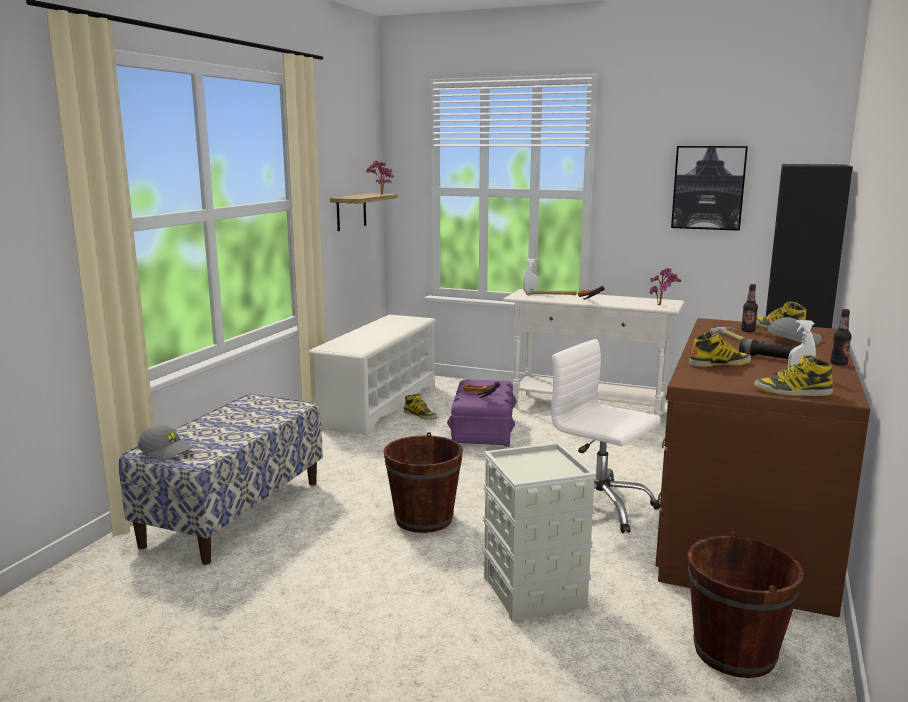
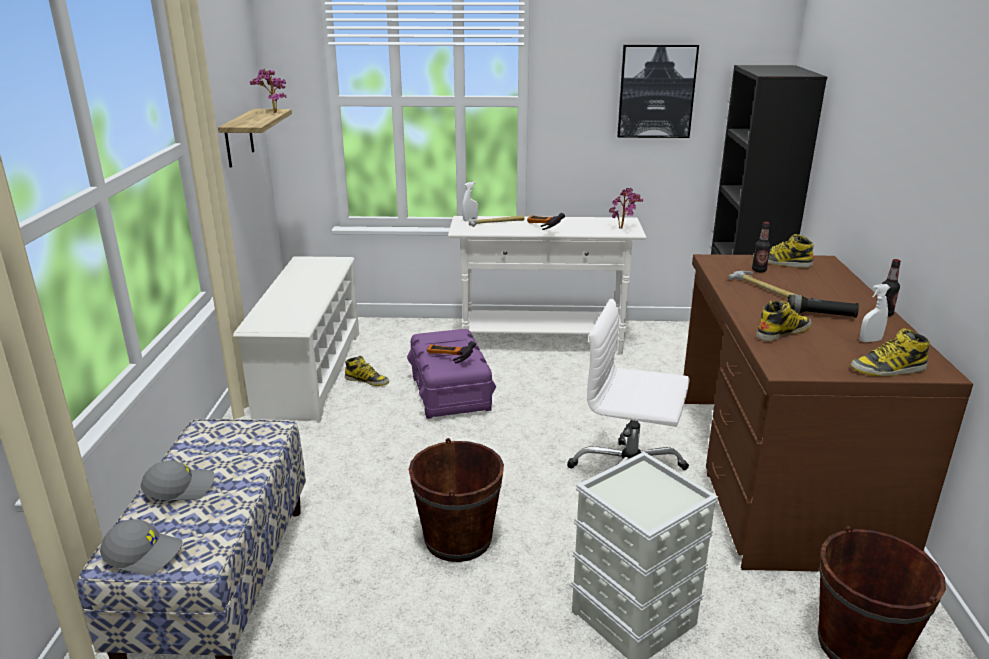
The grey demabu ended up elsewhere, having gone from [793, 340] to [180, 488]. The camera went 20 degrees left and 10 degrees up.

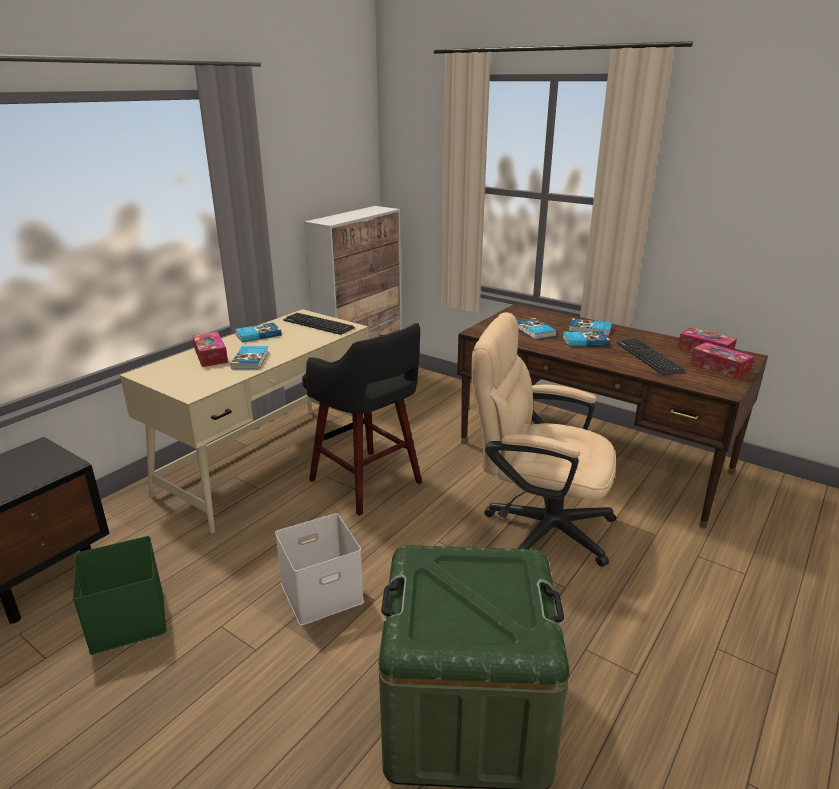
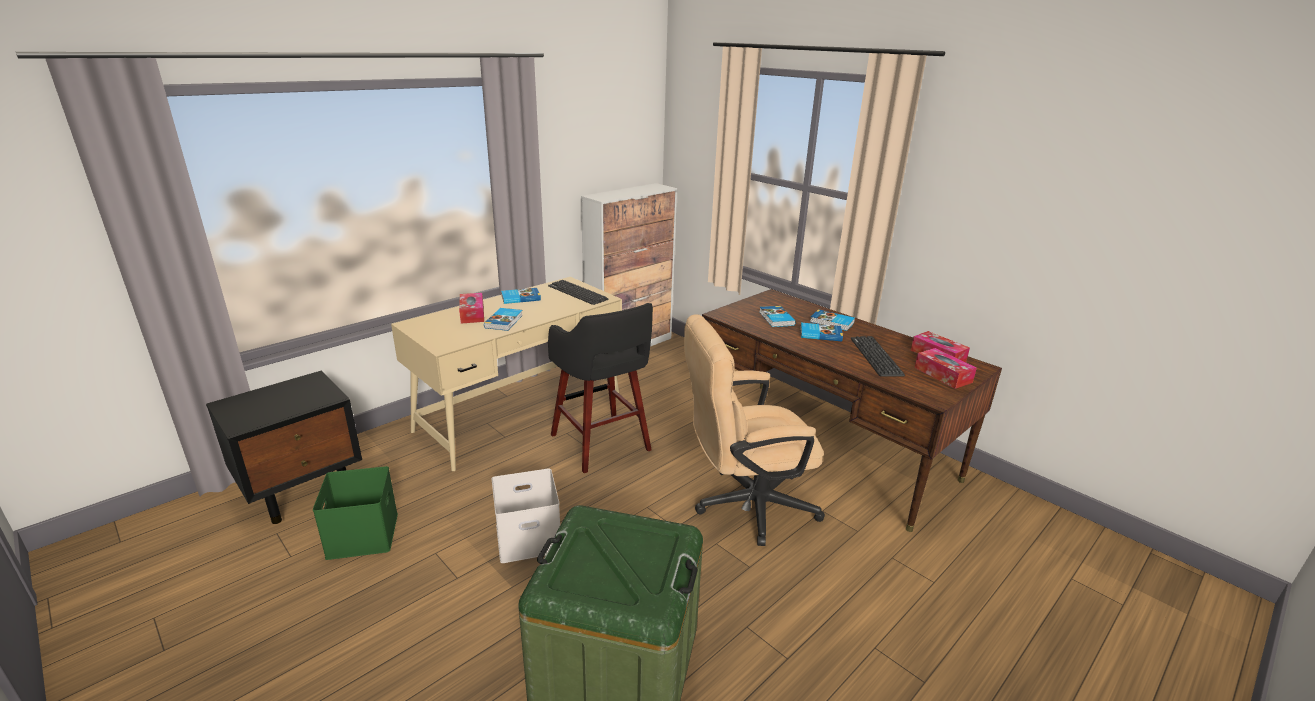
The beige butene at [537, 525] ended up facing another way, 45 degrees counterclockwise from before. The camera went 10 degrees right and 0 degrees up.

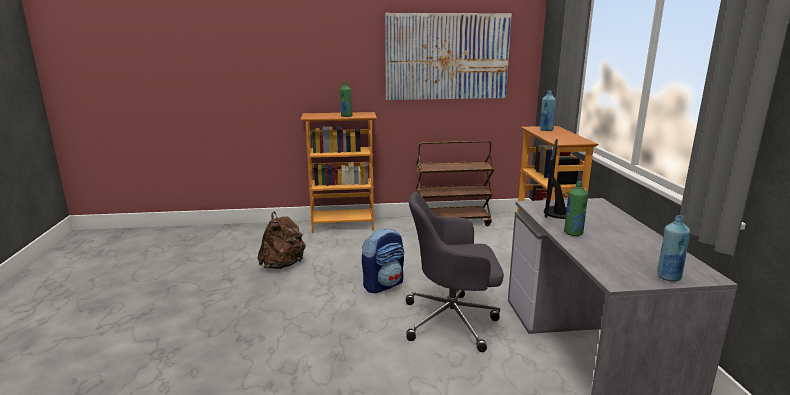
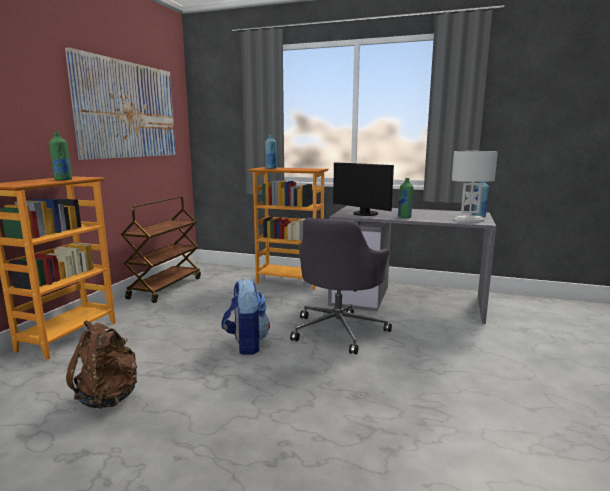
The second view gained the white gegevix at [469, 221]. The camera went 65 degrees left and 5 degrees down.

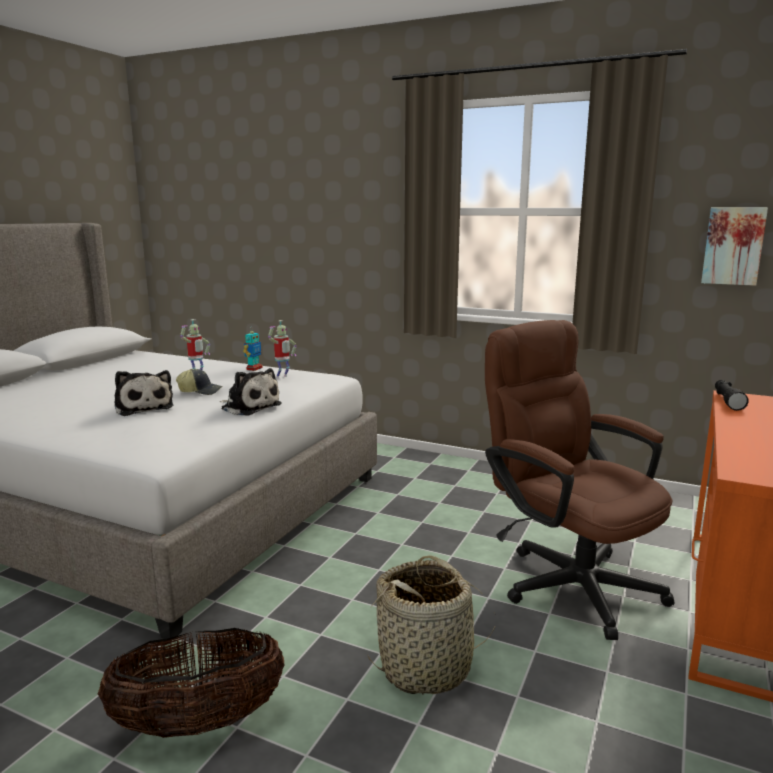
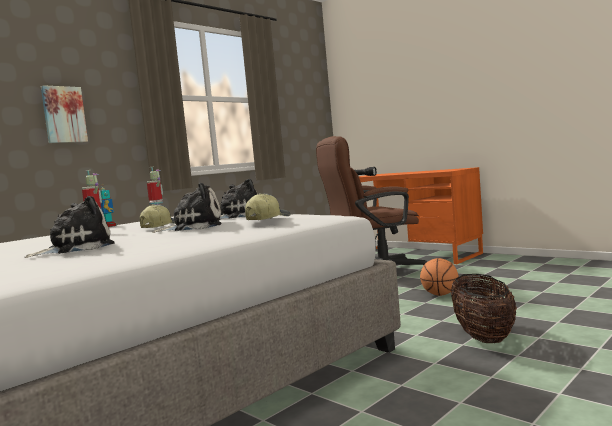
Where the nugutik stood at [426, 667], the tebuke came to stand at [440, 295]. The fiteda ended up elsewhere, having gone from [733, 246] to [64, 115]. The second view gained the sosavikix at [76, 248]. The second view gained the demabu at [267, 219]. The camera went 70 degrees left and 10 degrees down.

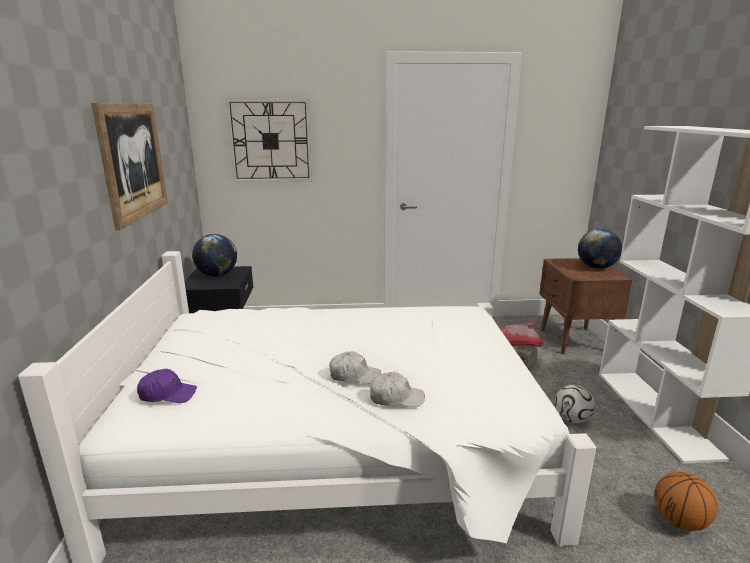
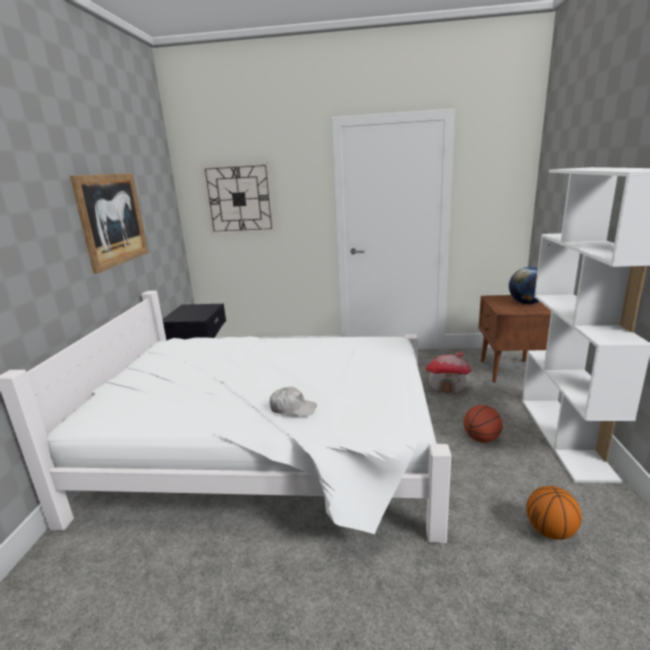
The second view lost the purple demabu at [167, 394]. The second view lost the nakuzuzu at [217, 275]. The second view lost the white demabu at [354, 375]. Where the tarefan stood at [572, 419], the tebuke came to stand at [481, 439]. The camera went 10 degrees right and 0 degrees up.

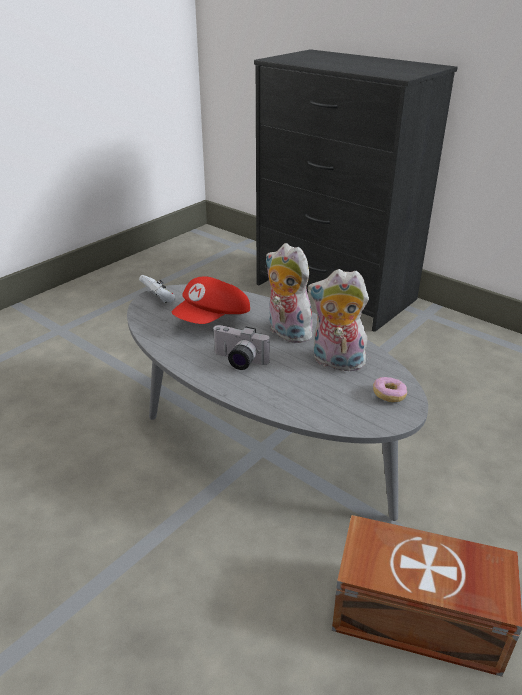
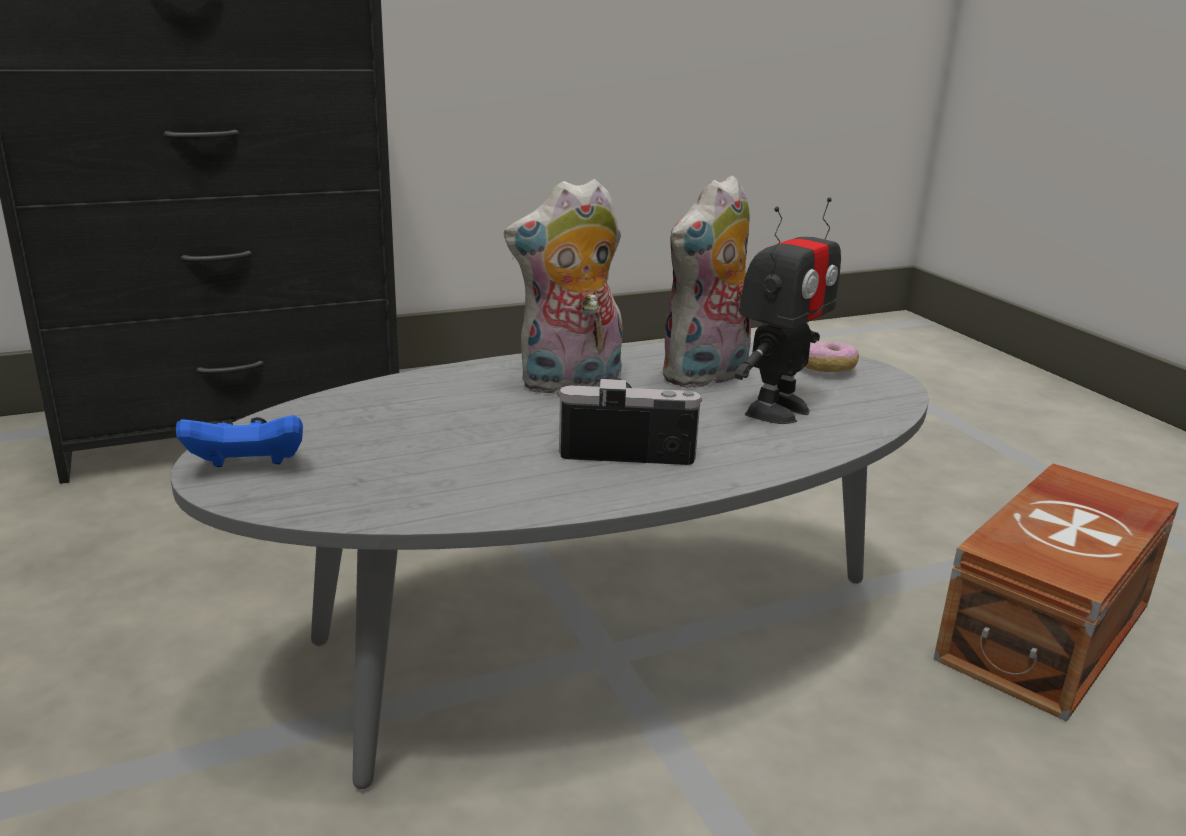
What was the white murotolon at [159, 299] turned into the blue murotolon at [248, 467]. The second view lost the red demabu at [213, 319]. The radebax at [238, 361] ended up facing another way, 135 degrees counterclockwise from before. The second view gained the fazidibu at [776, 410]. The camera went 65 degrees left and 10 degrees down.

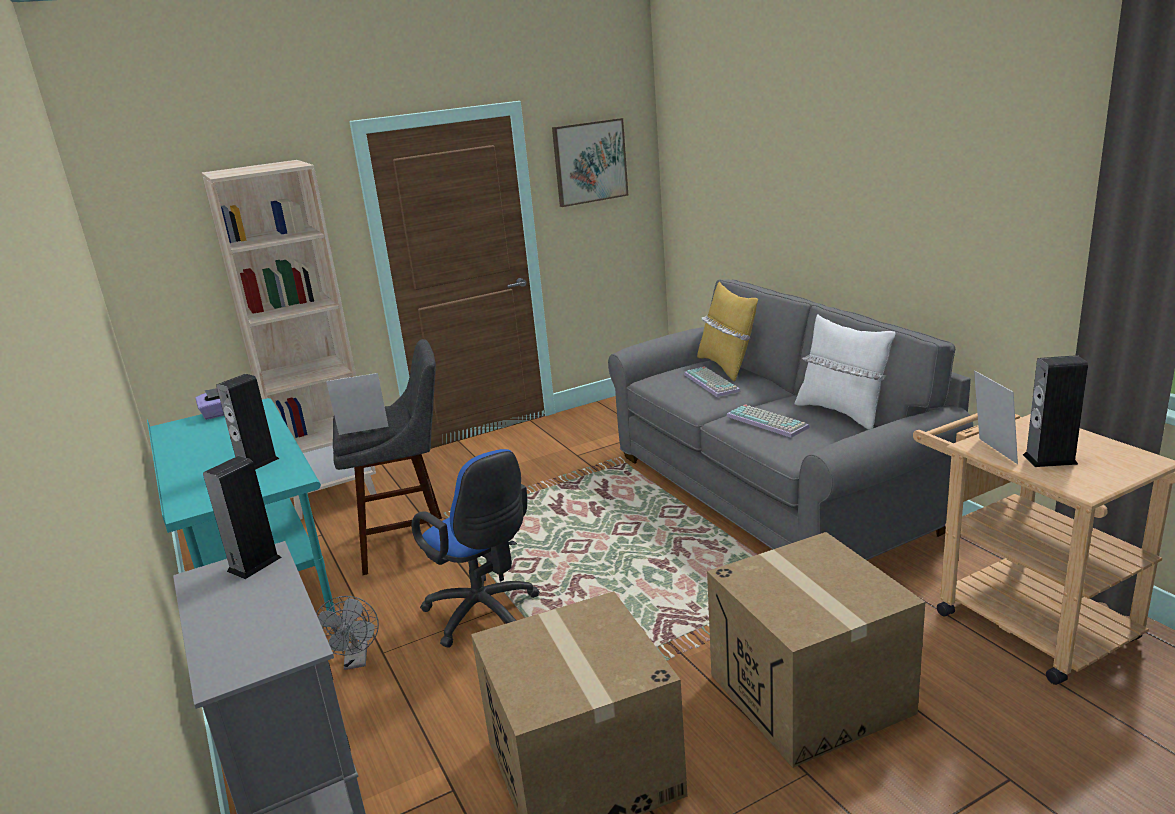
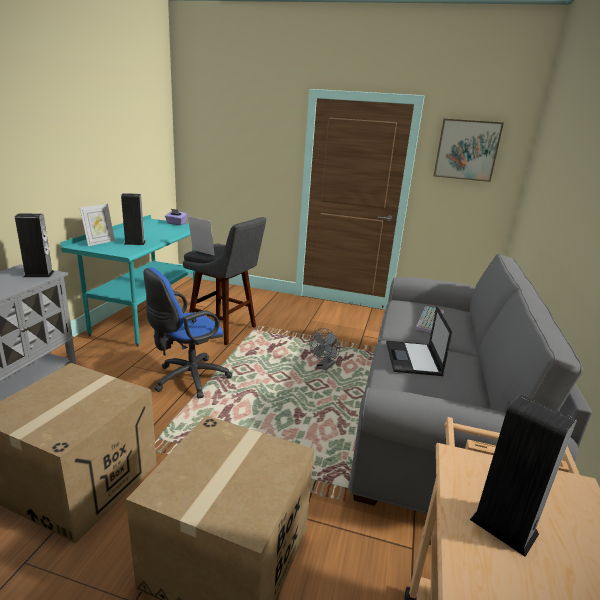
The second view lost the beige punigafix at [331, 494]. The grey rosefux ended up elsewhere, having gone from [356, 661] to [324, 367]. The blue butene at [485, 616] ended up facing another way, 45 degrees clockwise from before. The second view lost the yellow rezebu at [727, 366]. Where the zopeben stood at [768, 422], the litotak came to stand at [413, 359]. The second view lost the white rezebu at [841, 412]. The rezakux ended up elsewhere, having gone from [992, 452] to [99, 242]. The camera went 40 degrees right and 0 degrees up.

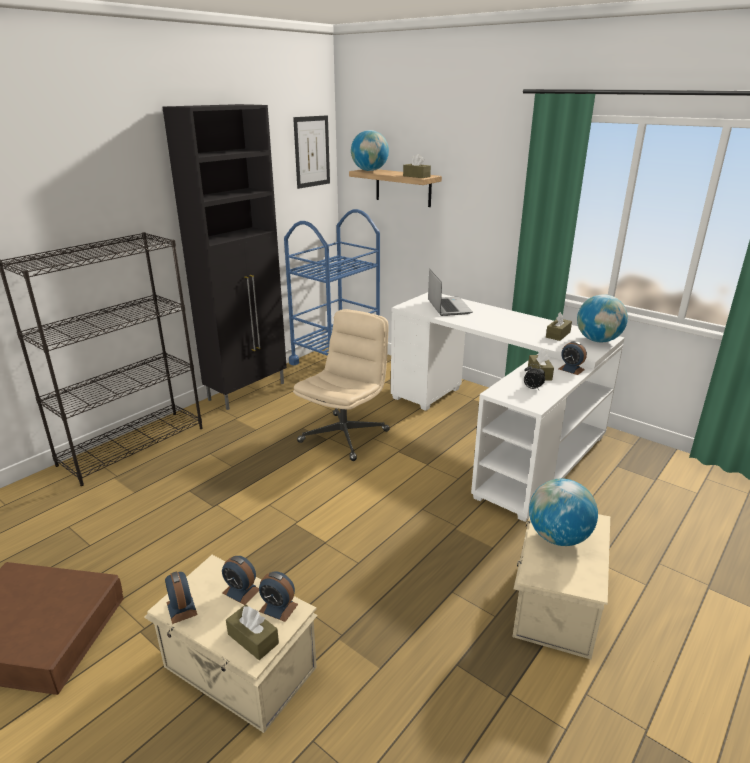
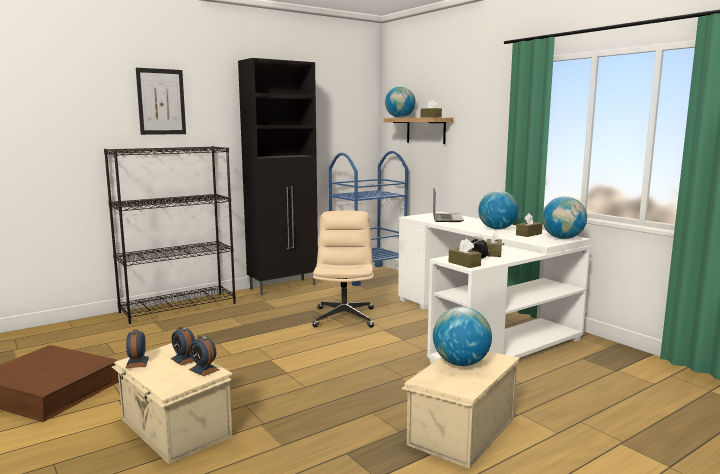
The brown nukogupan ended up elsewhere, having gone from [253, 639] to [464, 264]. The fiteda ended up elsewhere, having gone from [312, 151] to [161, 102]. The beige butene at [344, 436] ended up facing another way, 45 degrees counterclockwise from before. The second view lost the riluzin at [571, 369]. The second view gained the nakuzuzu at [497, 229]. The camera went 15 degrees right and 15 degrees down.

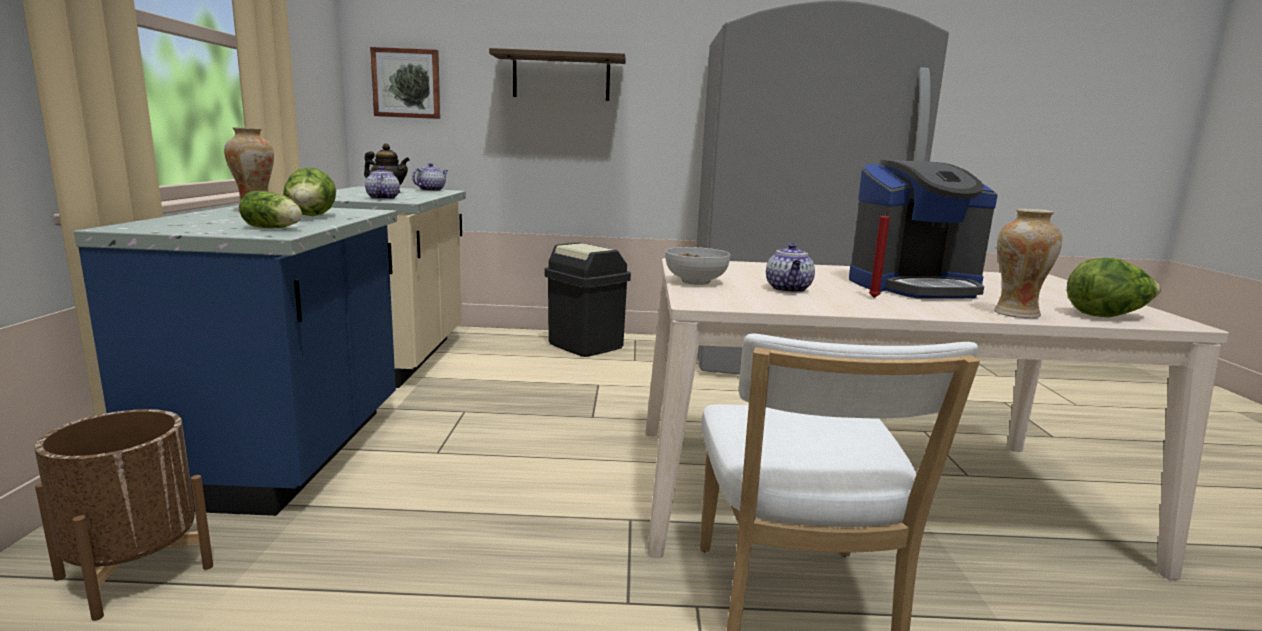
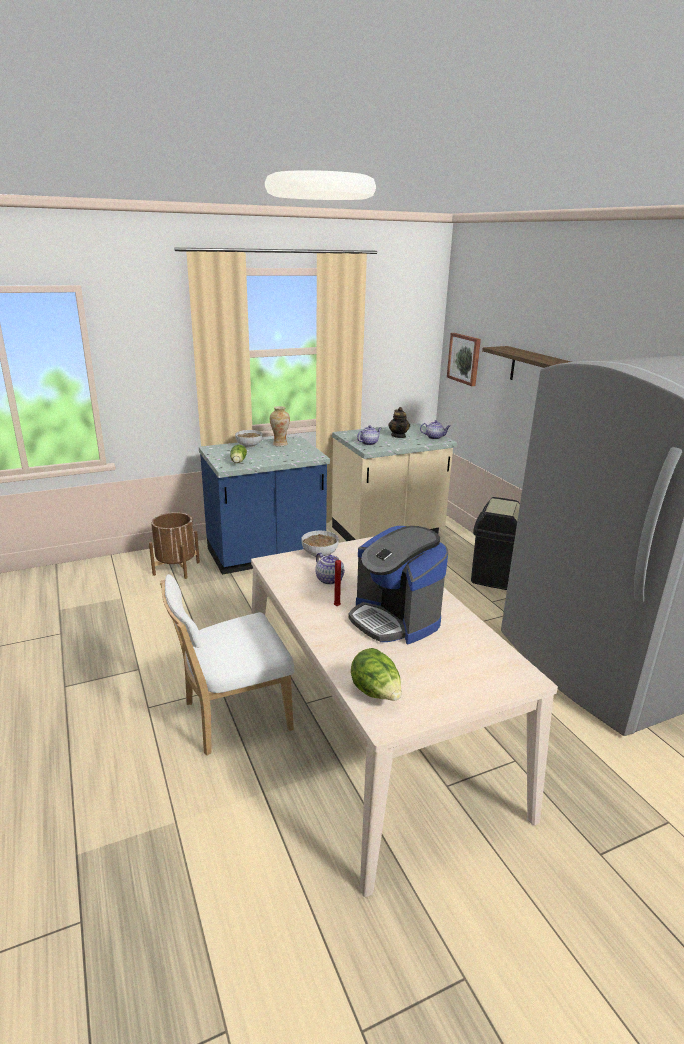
The second view lost the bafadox at [312, 217]. The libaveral at [789, 289] ended up facing another way, 105 degrees counterclockwise from before. The second view lost the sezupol at [1015, 313]. The second view gained the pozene at [249, 445]. The camera went 65 degrees right and 10 degrees up.

